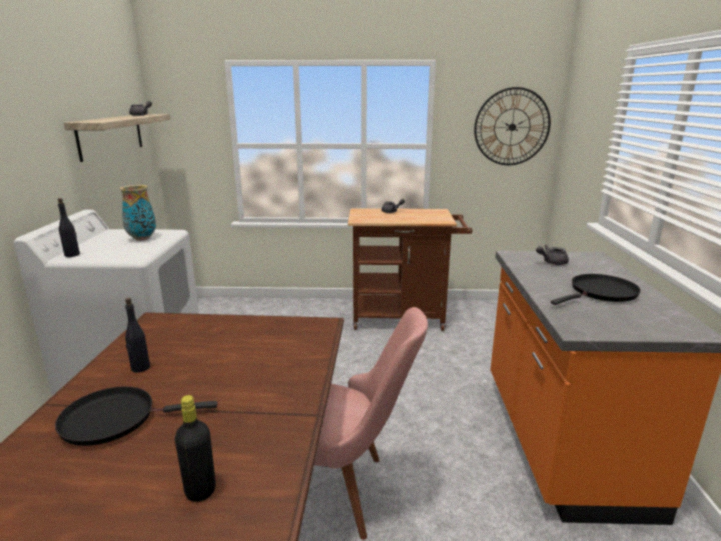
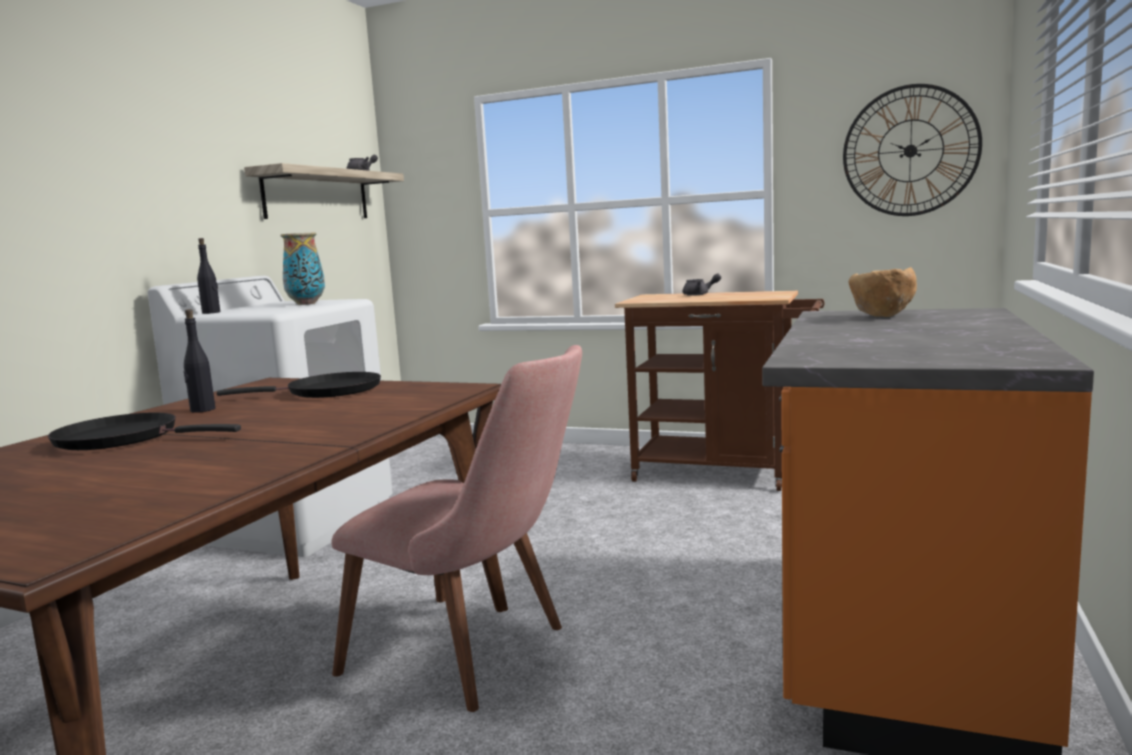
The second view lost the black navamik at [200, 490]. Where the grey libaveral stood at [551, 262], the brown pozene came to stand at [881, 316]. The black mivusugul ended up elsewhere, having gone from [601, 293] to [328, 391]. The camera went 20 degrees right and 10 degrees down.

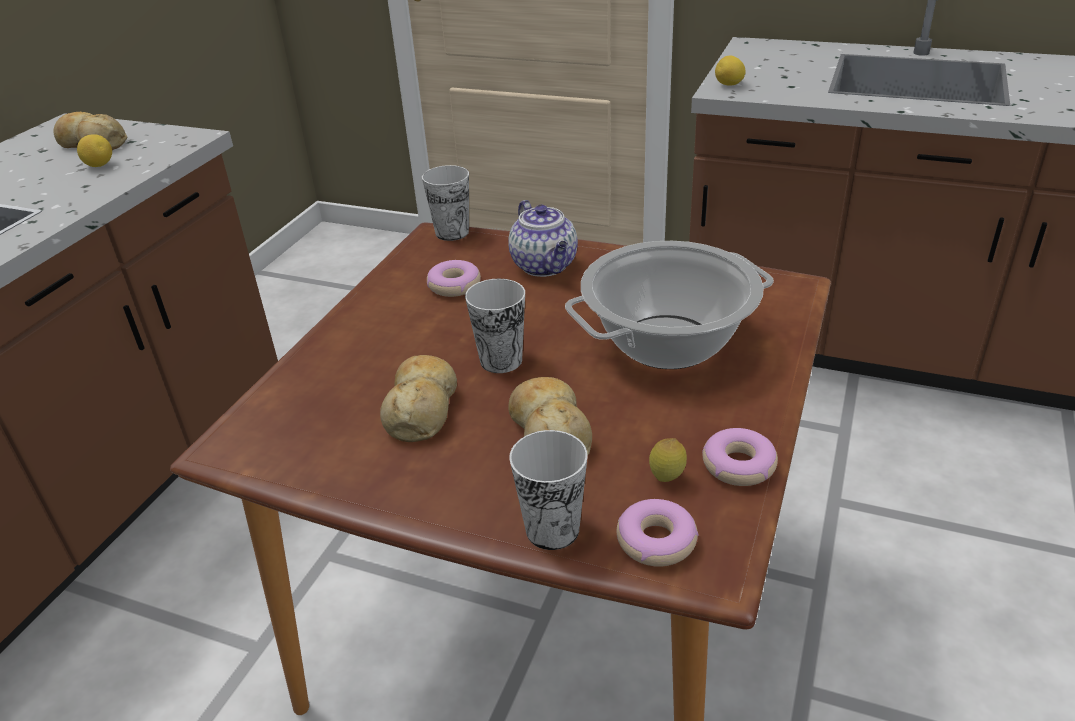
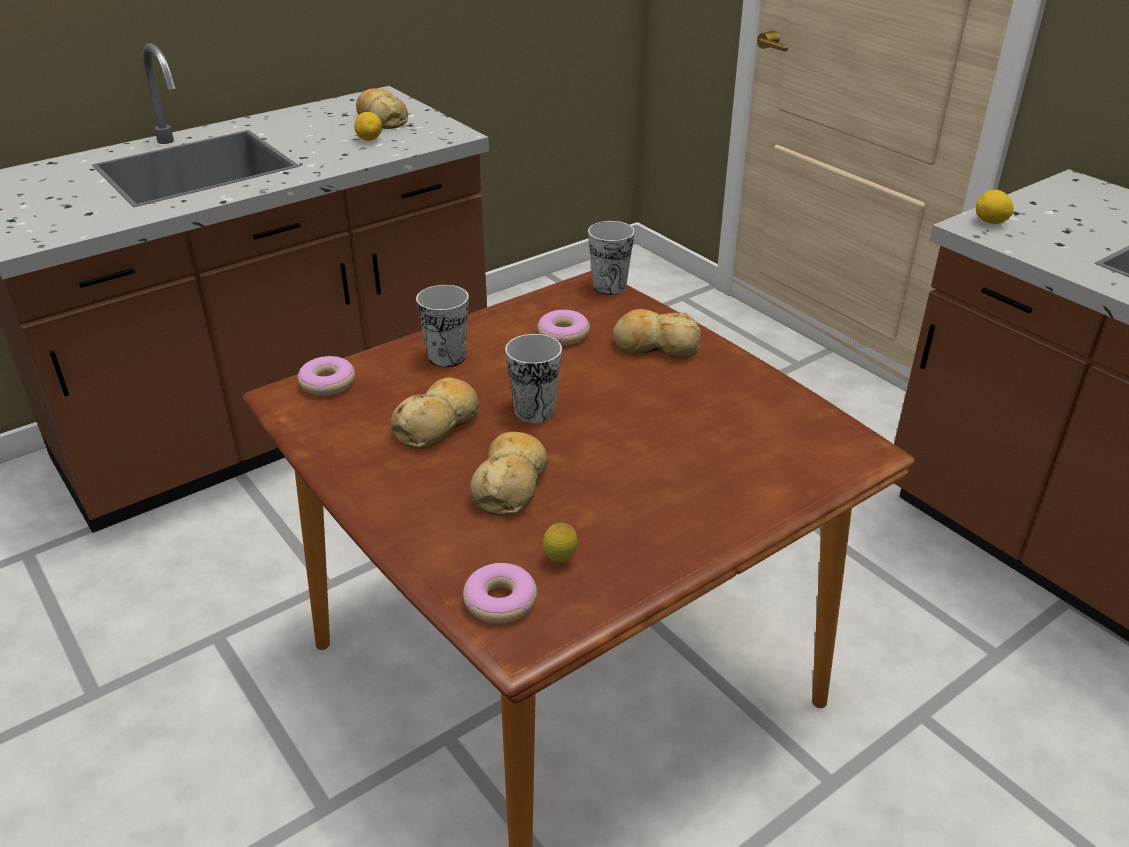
Where the libaveral stood at [545, 266], the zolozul came to stand at [655, 346]. The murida ended up elsewhere, having gone from [552, 529] to [447, 357]. The second view lost the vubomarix at [668, 342]. The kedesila ended up elsewhere, having gone from [738, 465] to [327, 383]. The camera went 30 degrees right and 0 degrees up.

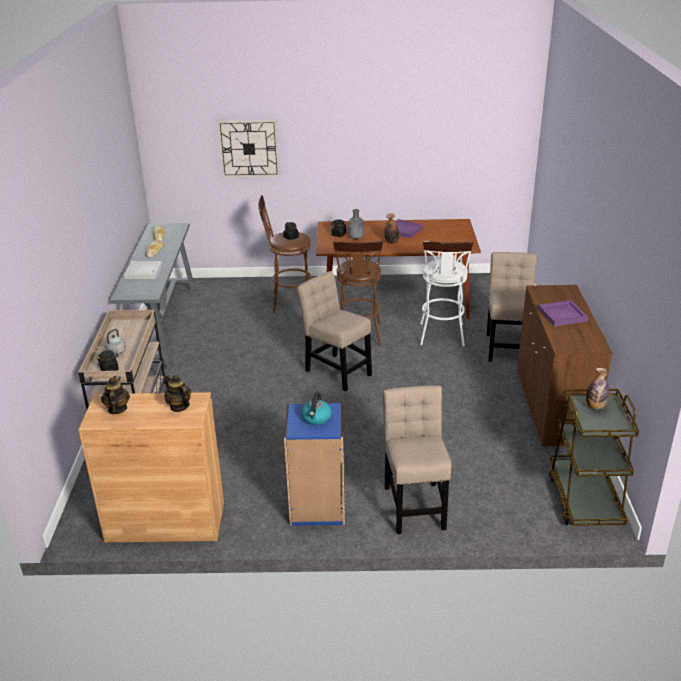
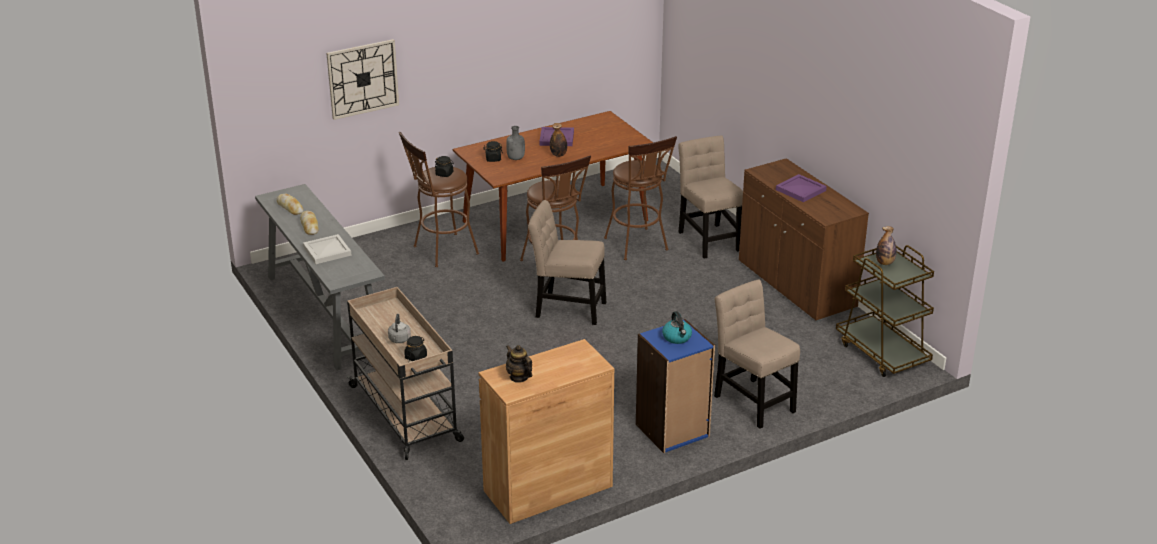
The second view lost the libaveral at [179, 406]. What was the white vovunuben at [442, 337] turned into the brown vovunuben at [638, 246]. The camera went 30 degrees left and 0 degrees up.

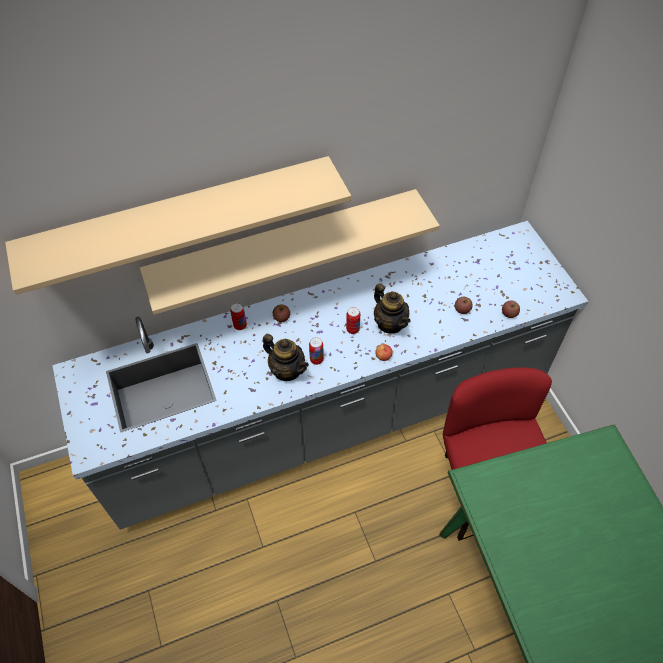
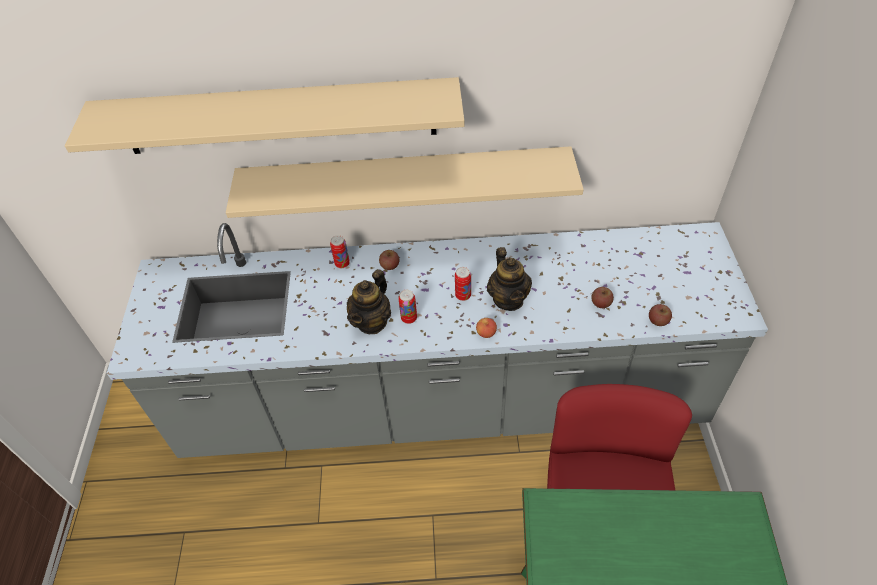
The libaveral at [287, 370] ended up facing another way, 60 degrees clockwise from before. The camera went 20 degrees right and 5 degrees down.

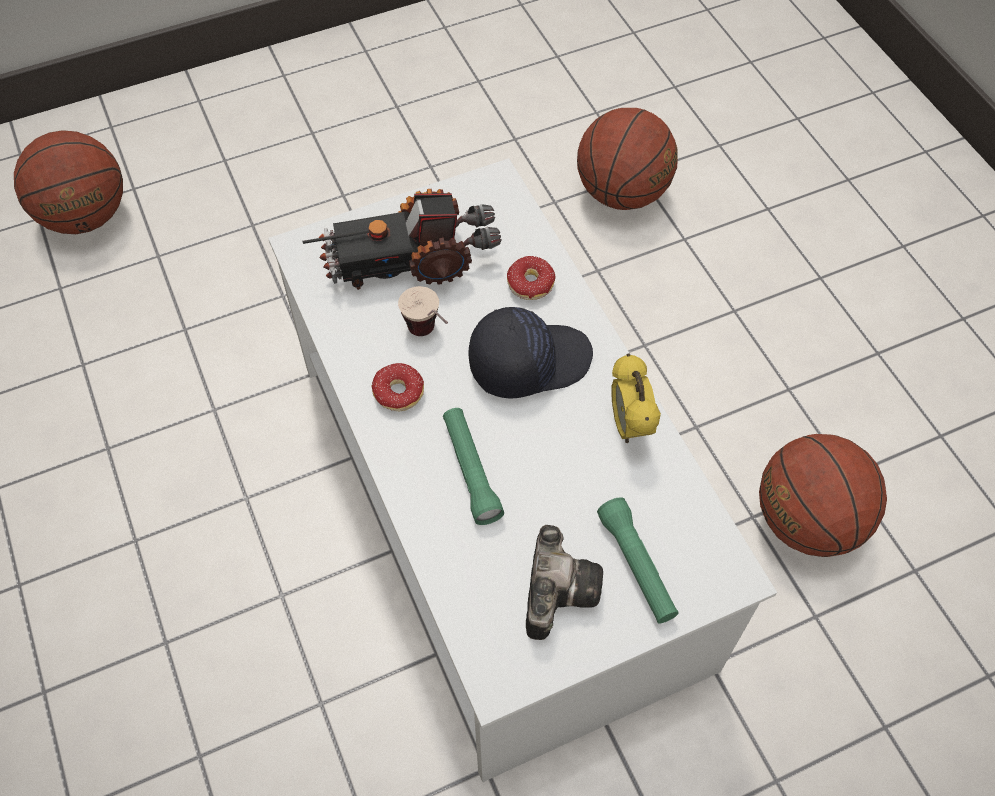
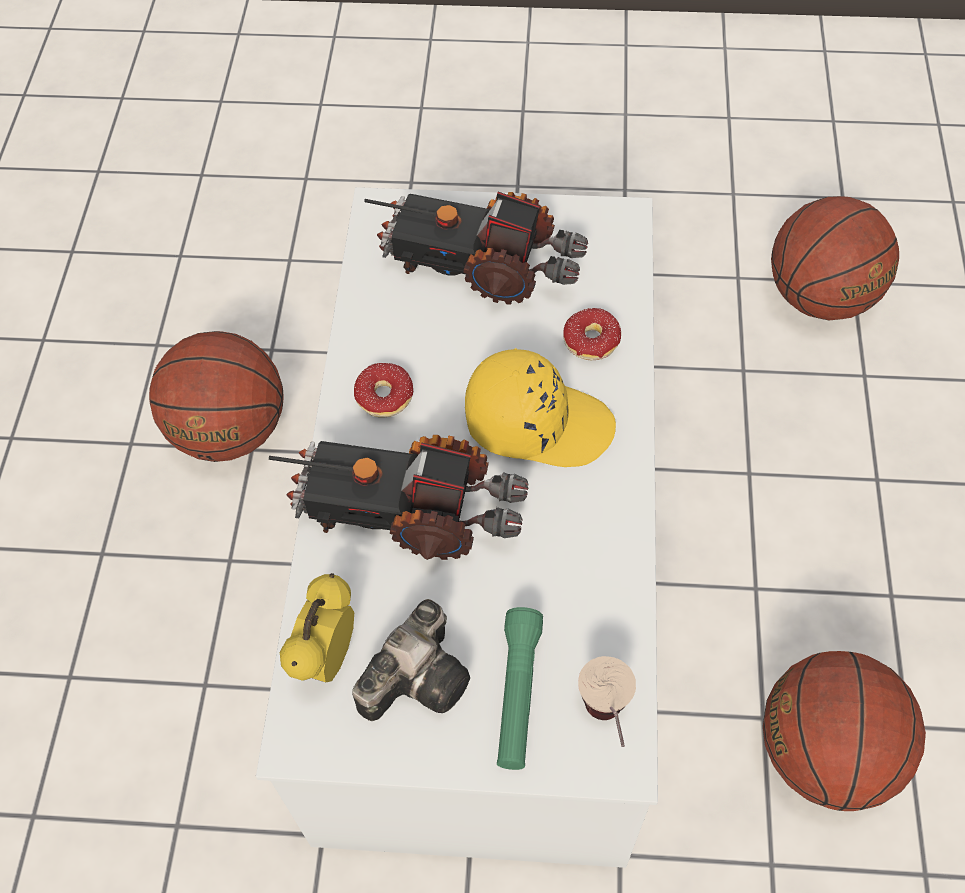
The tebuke ended up elsewhere, having gone from [85, 217] to [229, 431]. The murida ended up elsewhere, having gone from [429, 337] to [607, 725]. Where the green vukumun stood at [471, 471], the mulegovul came to stand at [407, 510]. What was the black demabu at [528, 361] turned into the yellow demabu at [538, 422]. The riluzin ended up elsewhere, having gone from [629, 426] to [327, 657]. The camera went 30 degrees right and 0 degrees up.

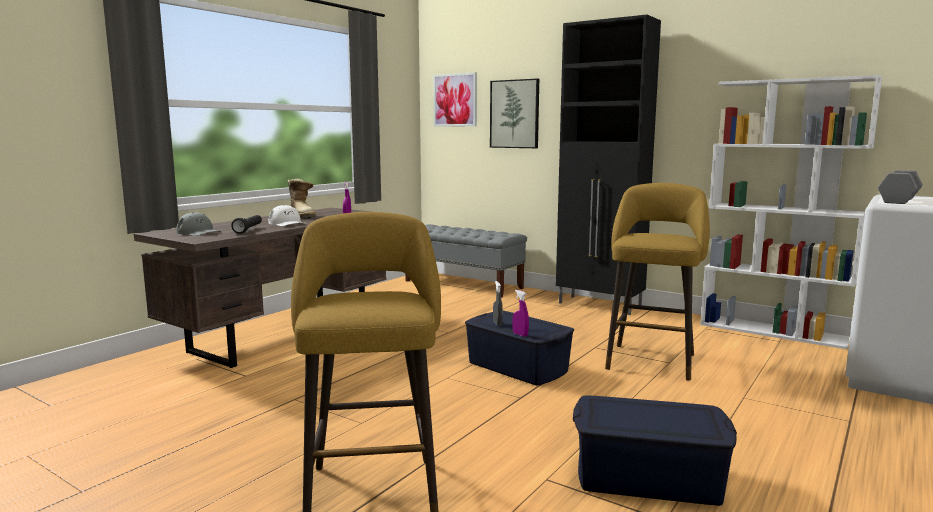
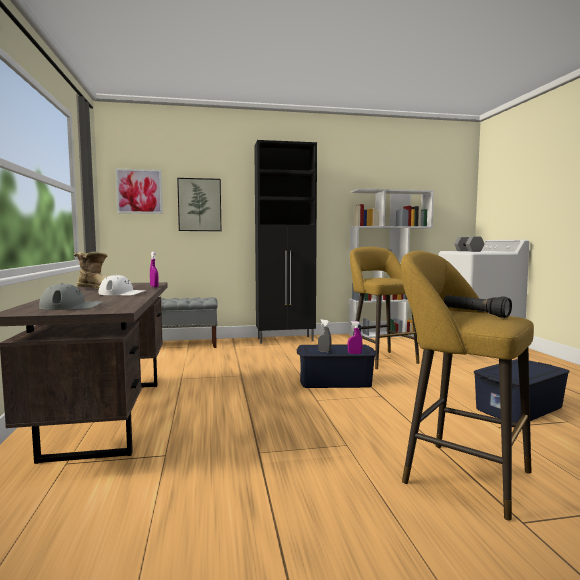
The black vukumun ended up elsewhere, having gone from [248, 230] to [475, 314]. The camera went 45 degrees left and 5 degrees down.

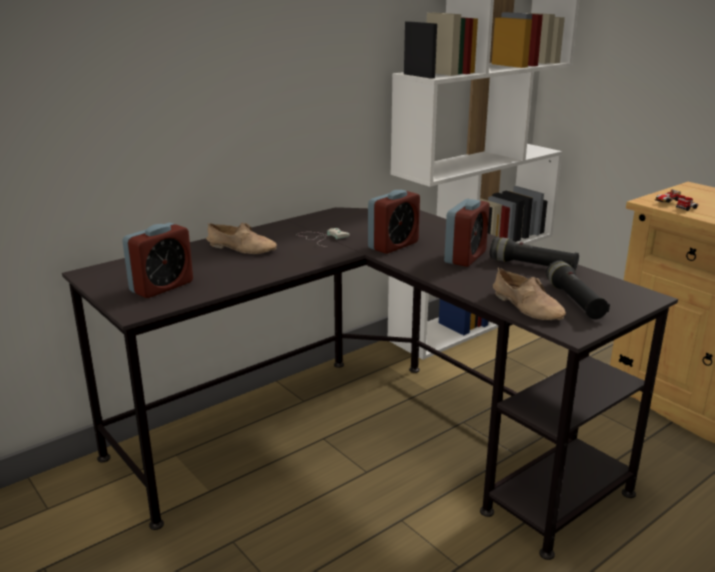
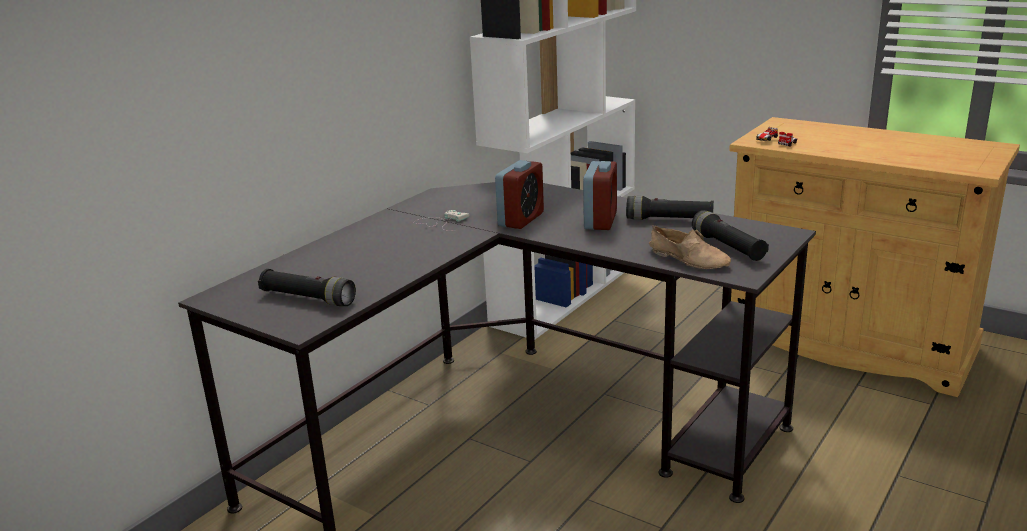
Where the riluzin stood at [162, 287], the black vukumun came to stand at [308, 299]. The second view lost the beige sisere at [242, 247]. The camera went 15 degrees left and 0 degrees up.

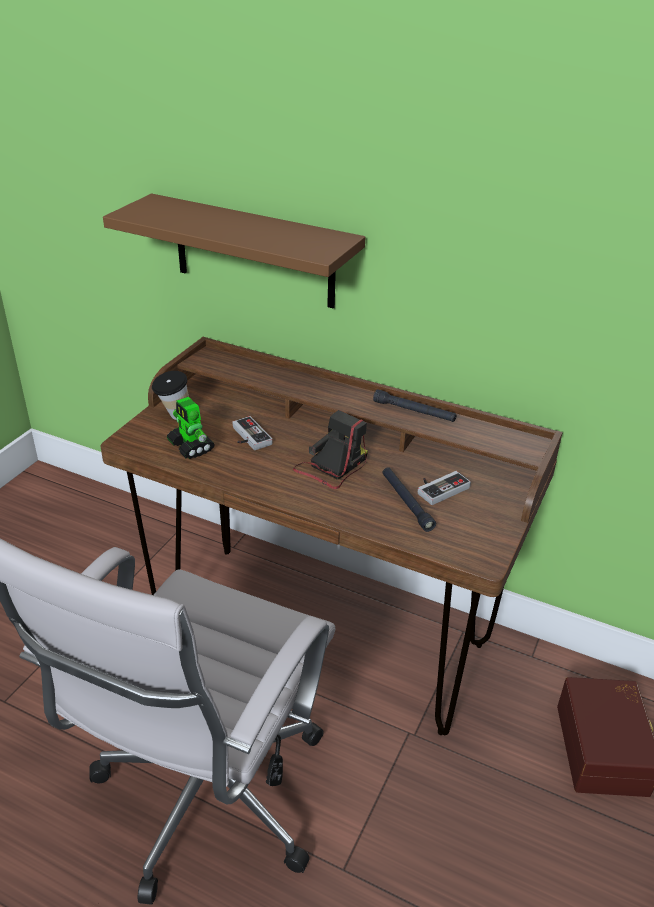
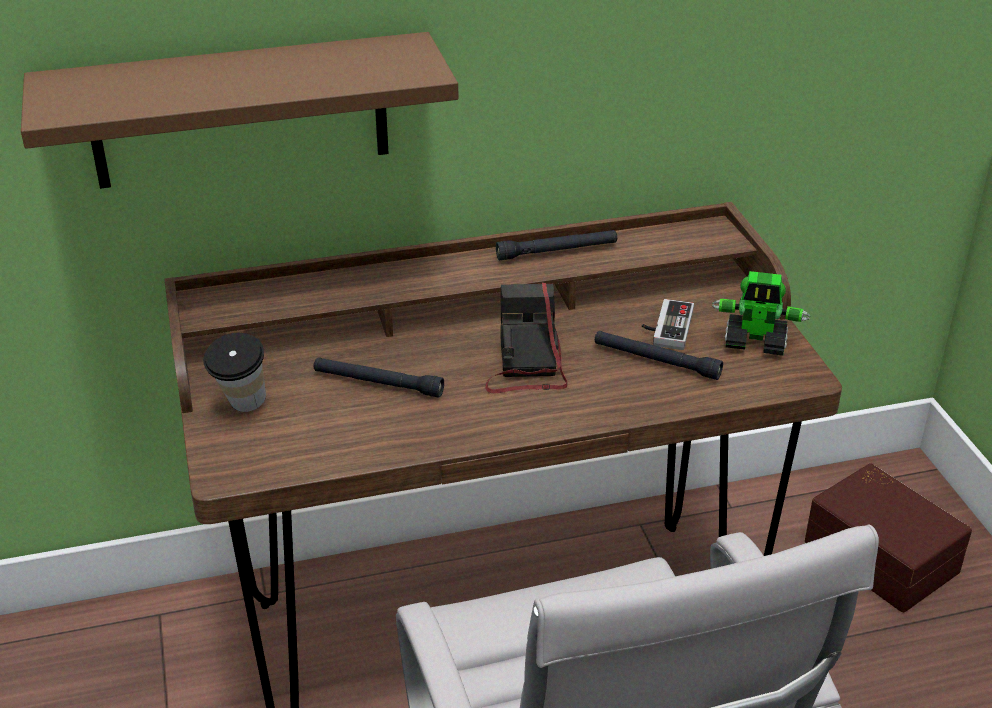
The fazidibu ended up elsewhere, having gone from [191, 447] to [756, 343]. Where the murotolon stood at [247, 437], the black vukumun came to stand at [378, 383]. The camera went 40 degrees left and 0 degrees up.

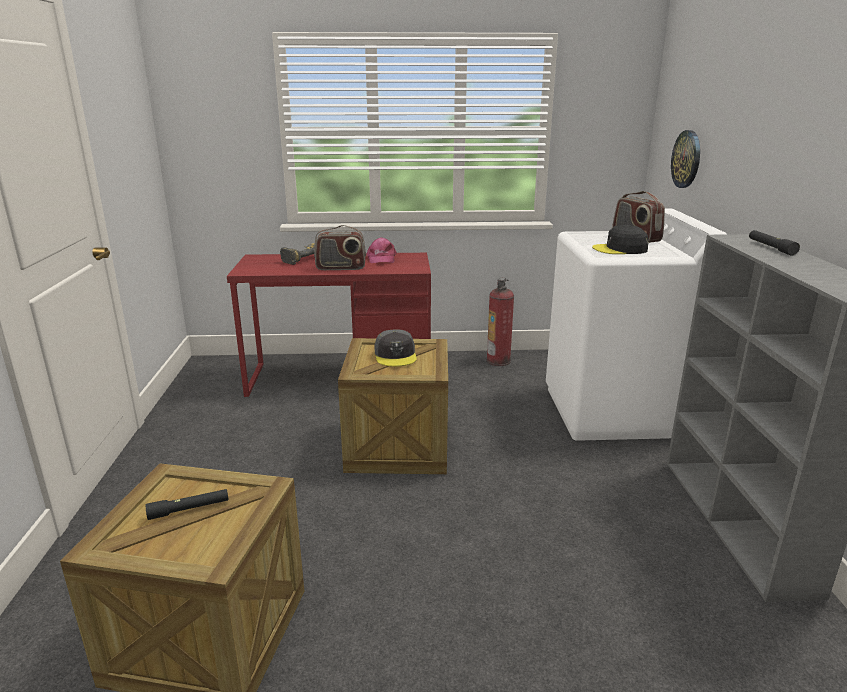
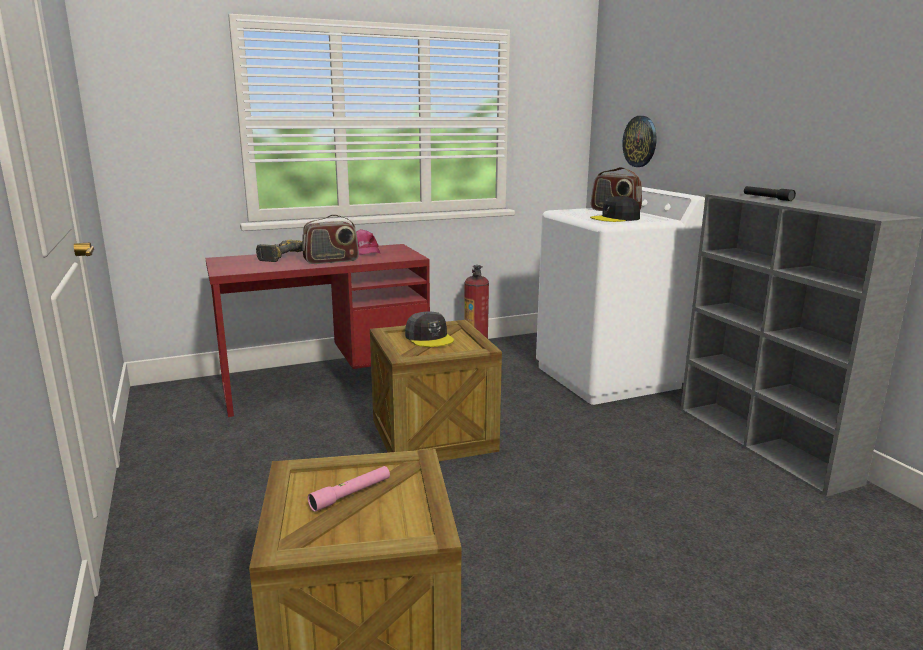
What was the black vukumun at [189, 509] turned into the pink vukumun at [351, 494]. The camera went 20 degrees left and 5 degrees down.

